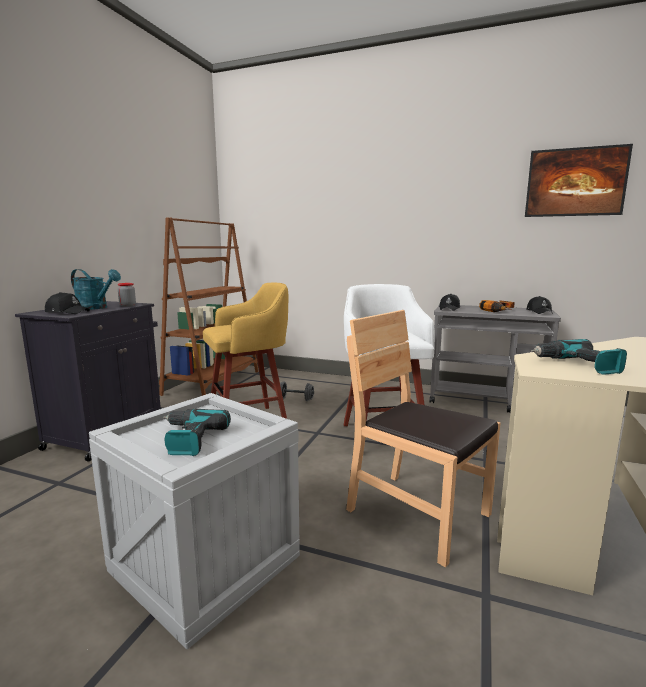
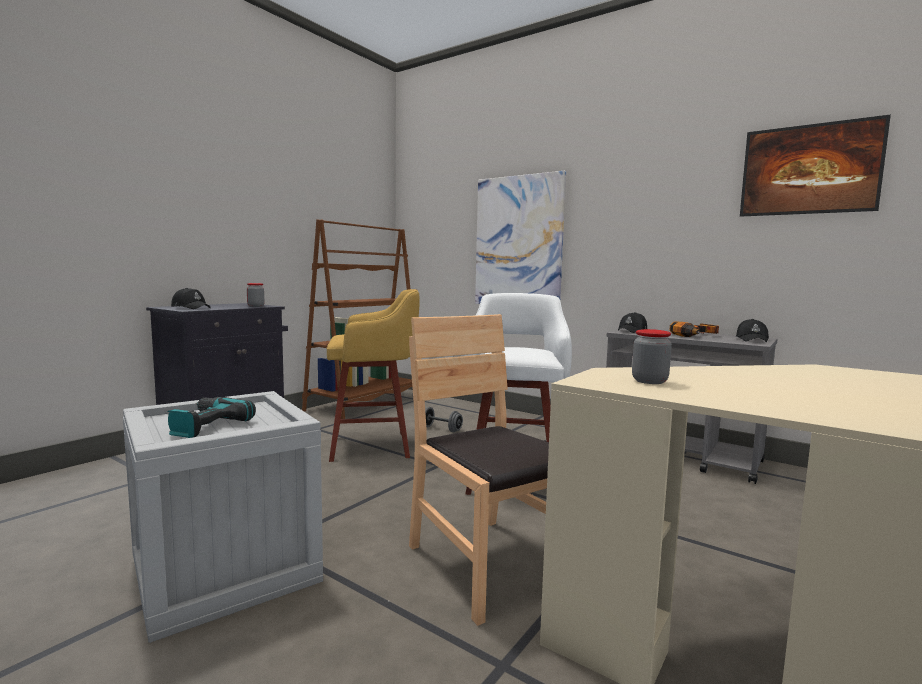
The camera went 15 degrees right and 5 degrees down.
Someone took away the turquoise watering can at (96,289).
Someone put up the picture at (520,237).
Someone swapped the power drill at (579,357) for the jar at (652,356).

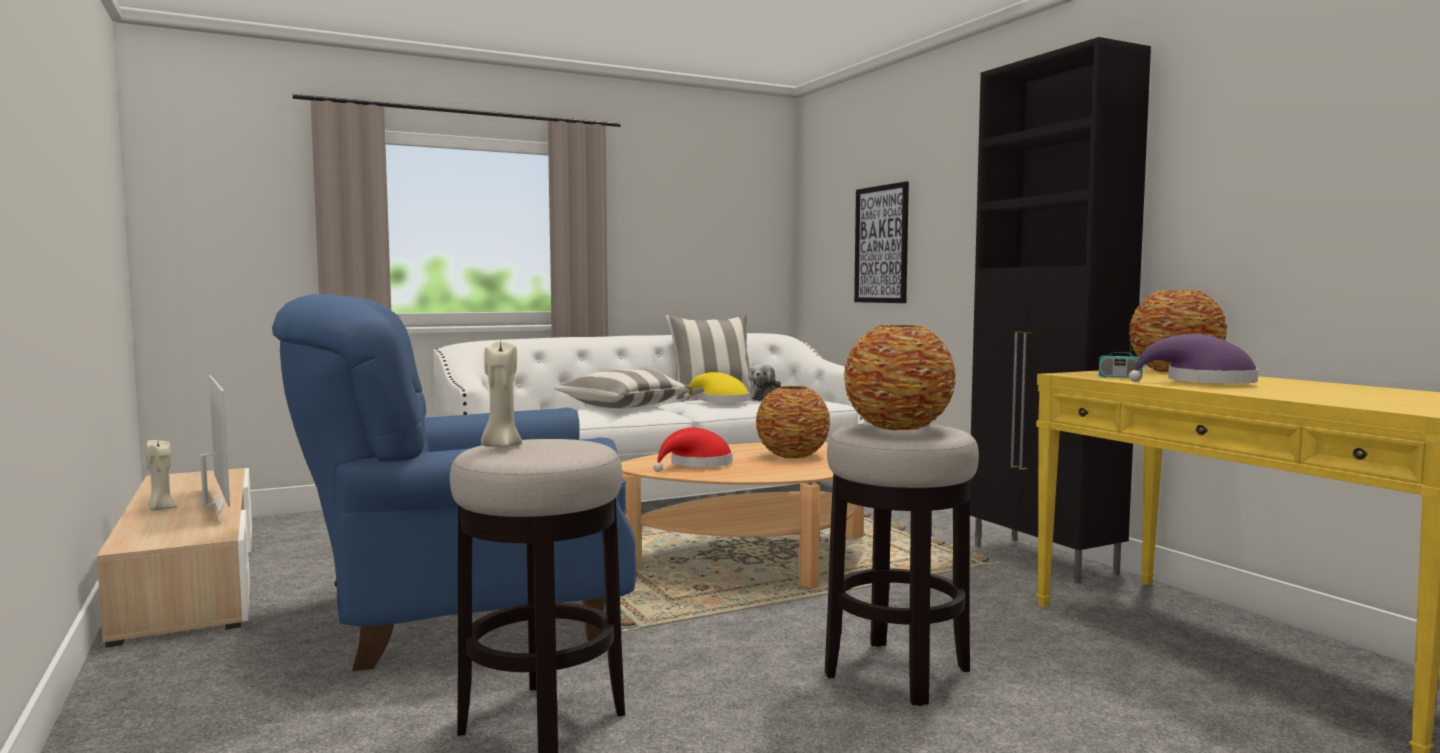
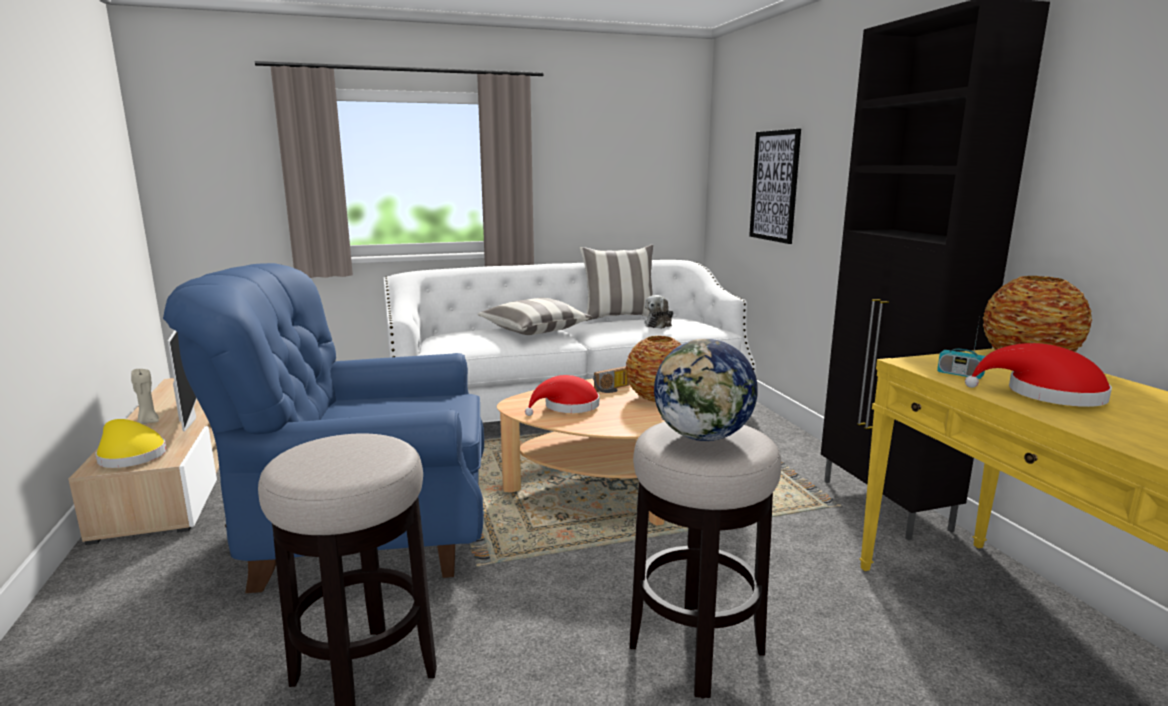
The camera went 10 degrees right and 10 degrees up.
Someone took away the beige candle at (501,393).
Someone put down the radio at (611,379).
Someone carried the yellow hat from (716,387) to (130,443).
Someone swapped the vase at (900,377) for the globe at (706,390).
Someone repainted the purple hat at (1194,359), which became the red hat at (1038,375).

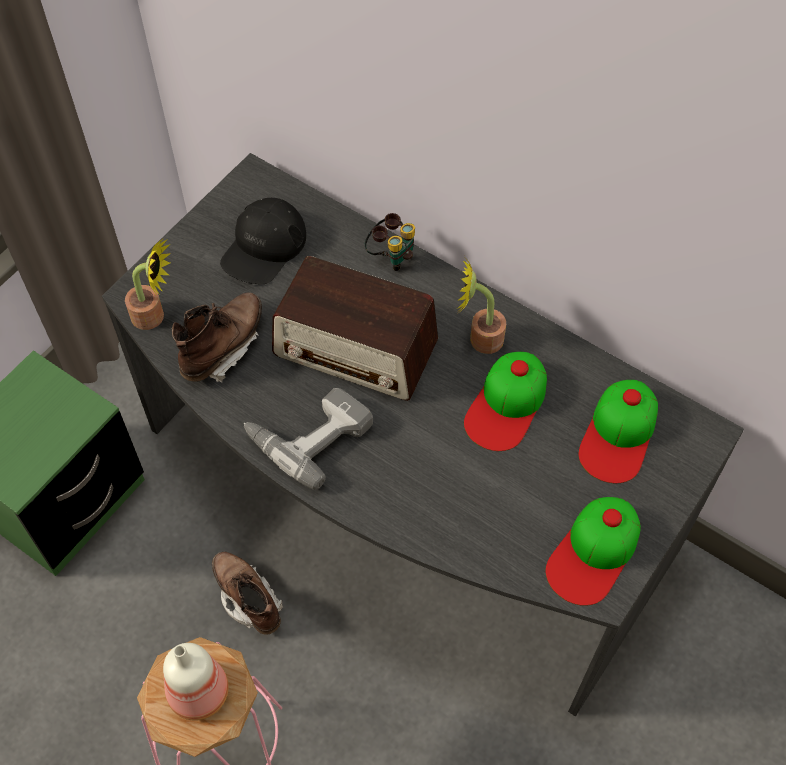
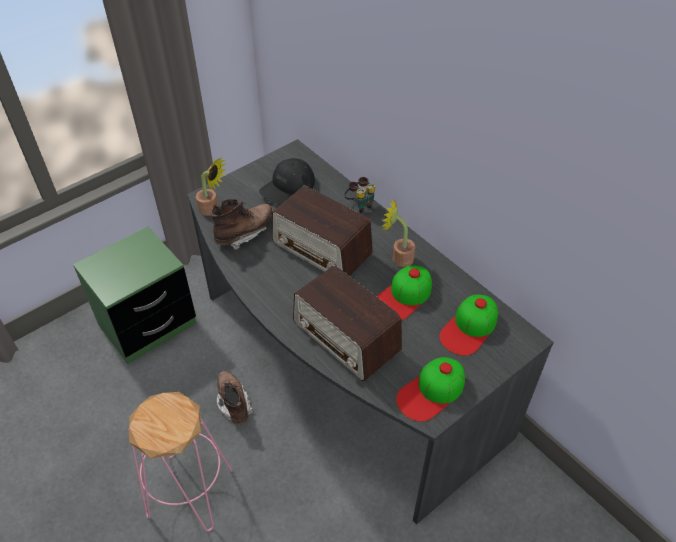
The camera went 15 degrees right and 10 degrees down.
Someone took away the bottle at (196,682).
Someone took away the power drill at (308,439).
Someone put down the radio at (347,323).

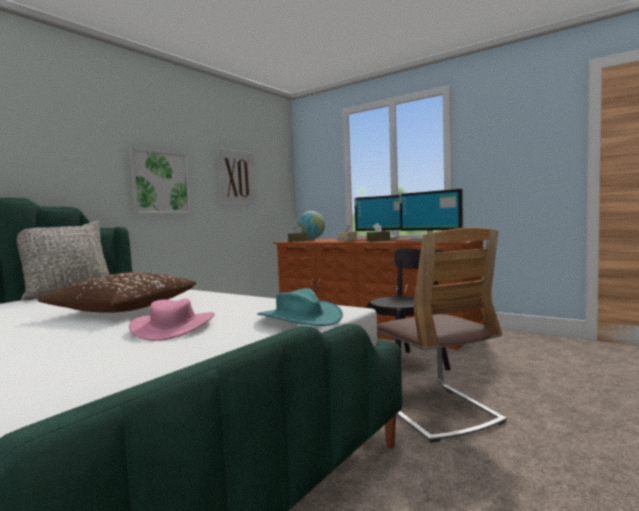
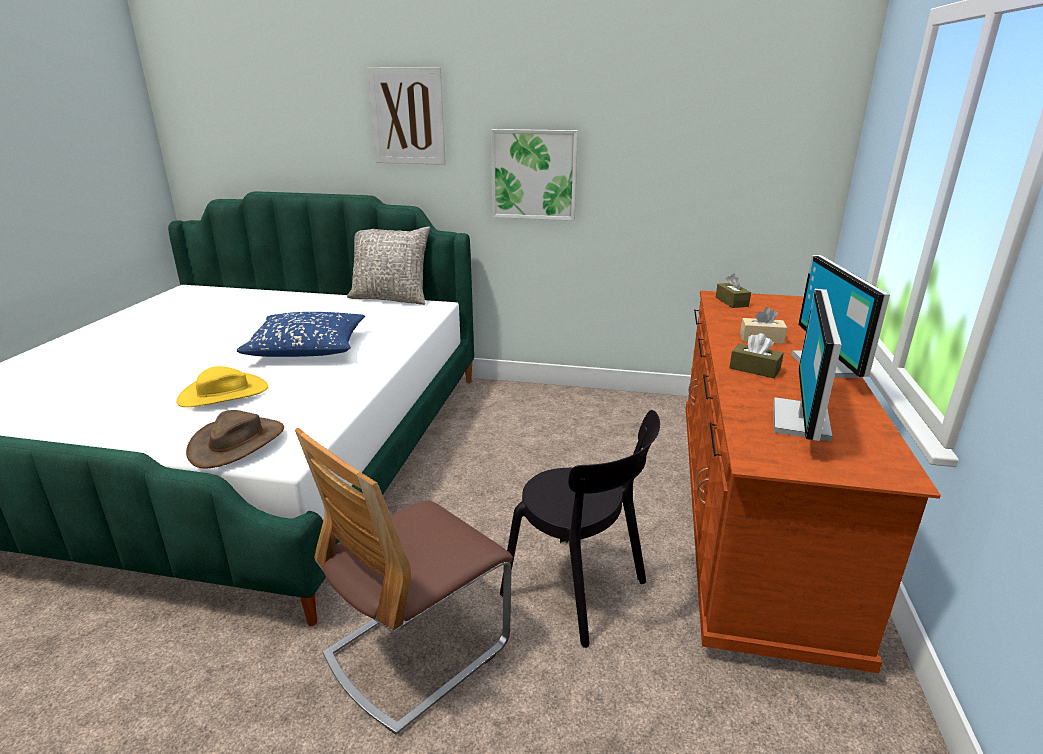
The camera went 65 degrees right and 20 degrees up.
Someone took away the globe at (311,225).
Someone carried the picture from (236,177) to (407,116).
Someone repainted the brown pillow at (116,292), which became the blue pillow at (300,334).
Someone repainted the pink hat at (172,319), which became the yellow hat at (222,386).
Someone repainted the turquoise hat at (300,307), which became the brown hat at (235,439).

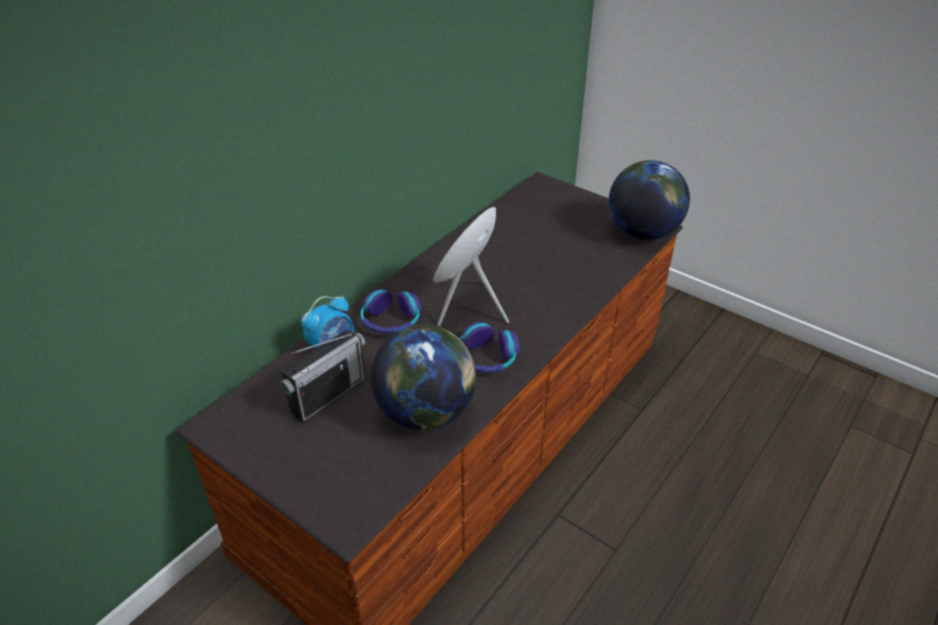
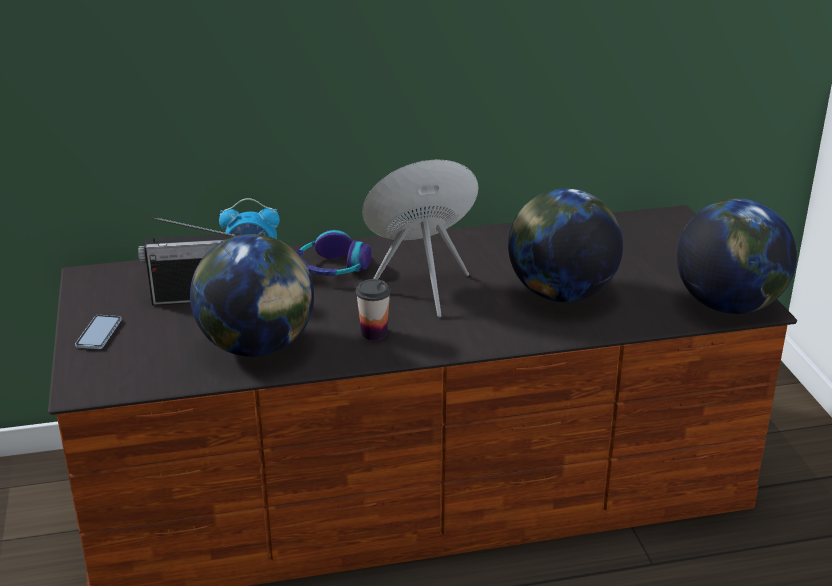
The camera went 40 degrees right and 10 degrees down.
Someone put down the phone at (98,332).
Someone put down the globe at (565,245).
Someone swapped the headphones at (489,347) for the cup at (373,310).

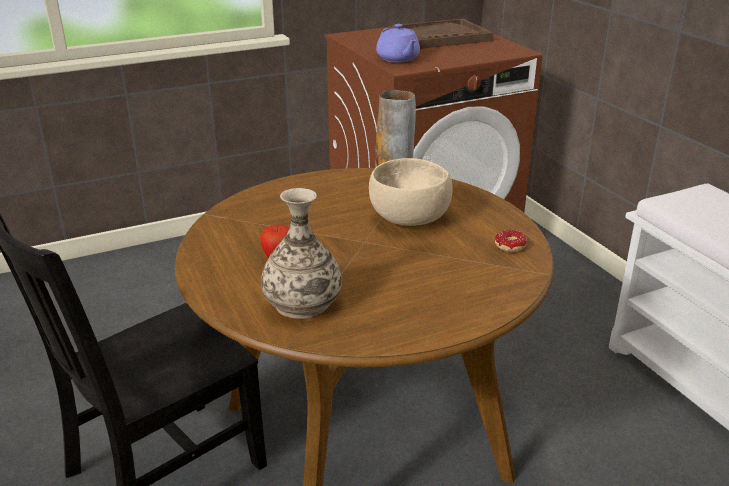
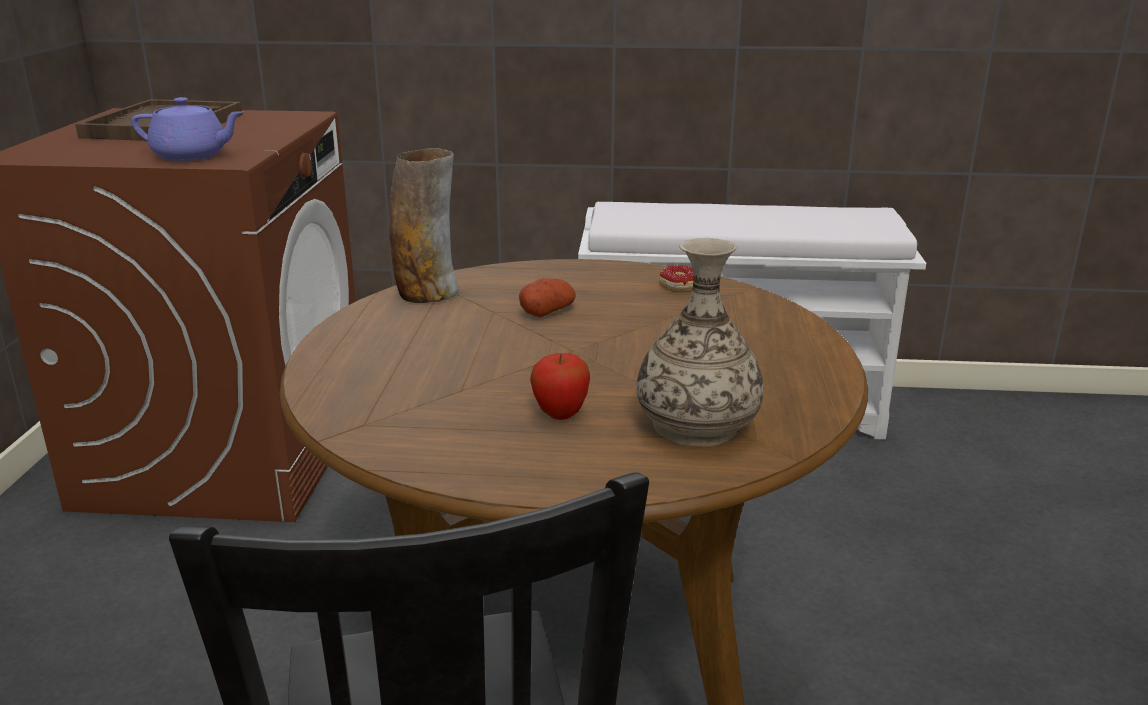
The camera went 60 degrees left and 5 degrees down.
Someone swapped the beige bowl at (411,192) for the potato at (547,297).

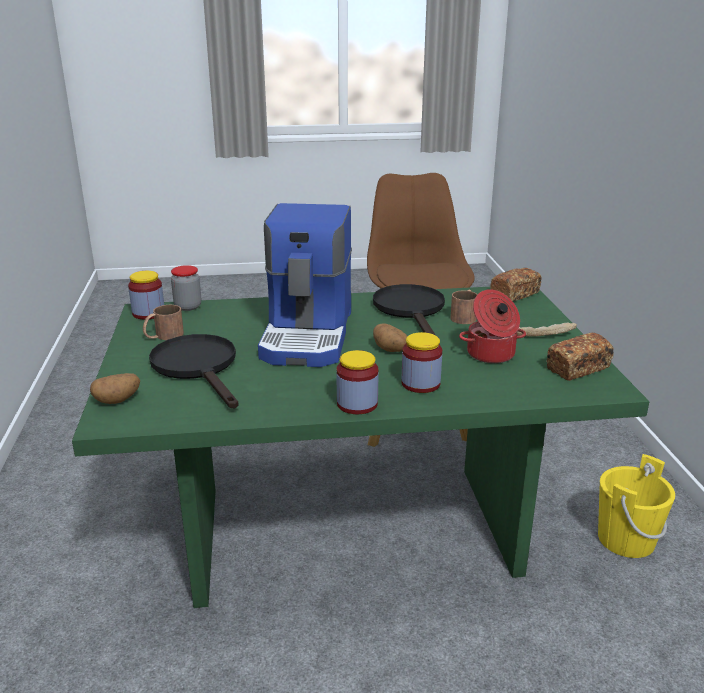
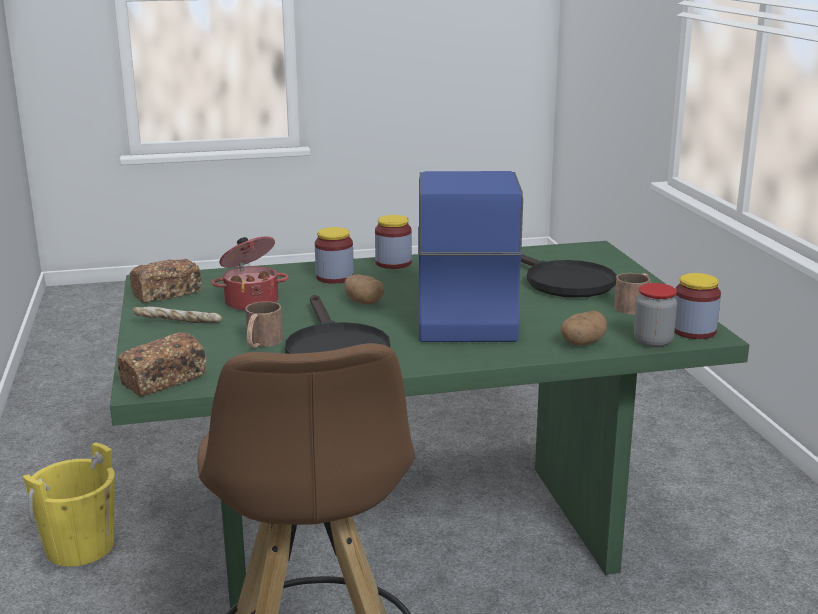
The camera went 175 degrees right and 5 degrees down.
Someone carried the potato from (115,388) to (584,328).

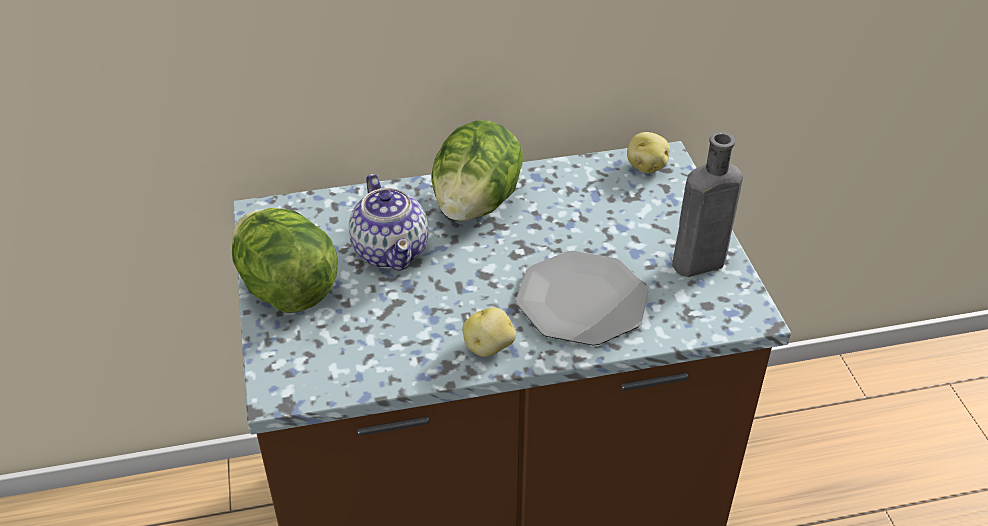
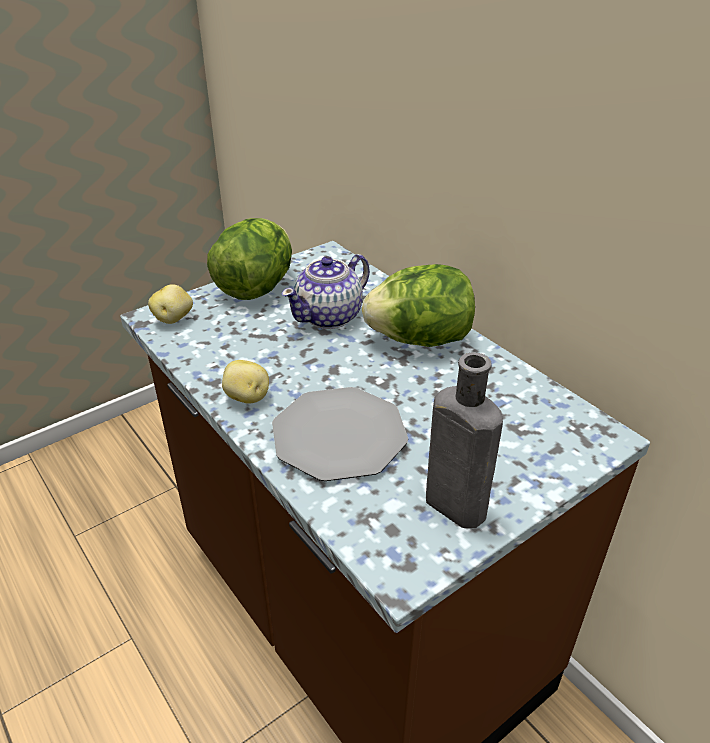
The camera went 65 degrees right and 5 degrees down.
Someone carried the potato from (648,152) to (170,304).

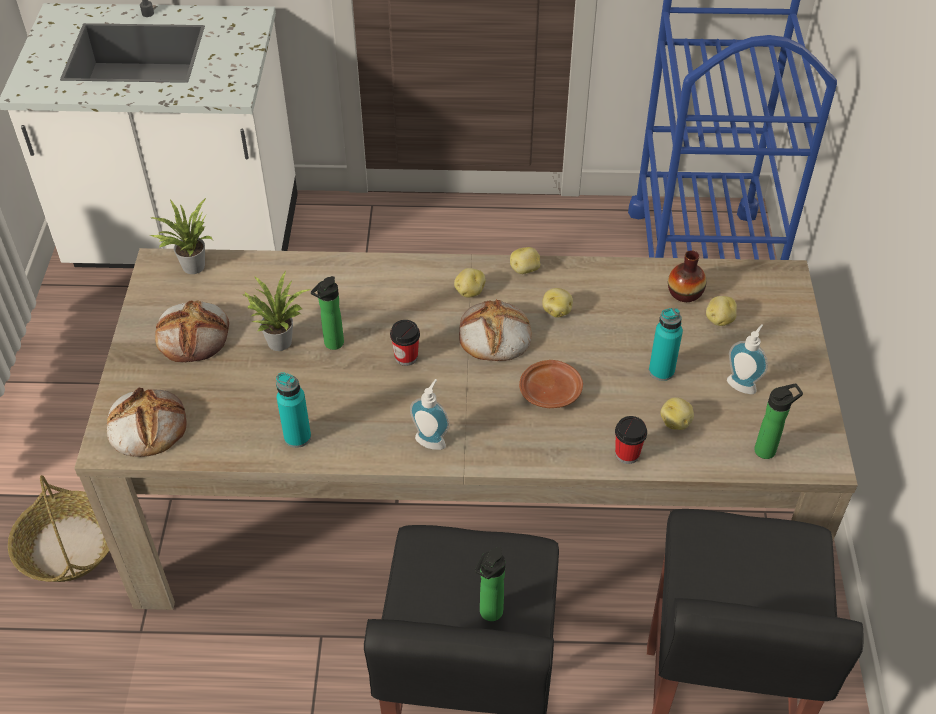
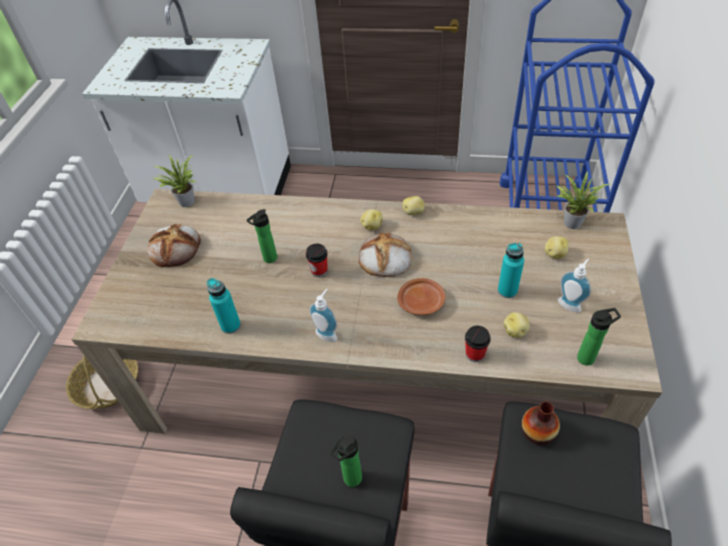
The camera went 10 degrees right and 0 degrees up.
Someone took away the bread at (147,422).
Someone took away the potato at (557,303).
Someone carried the potted plant from (276,311) to (583,200).
Someone carried the vase from (687,276) to (541,423).

